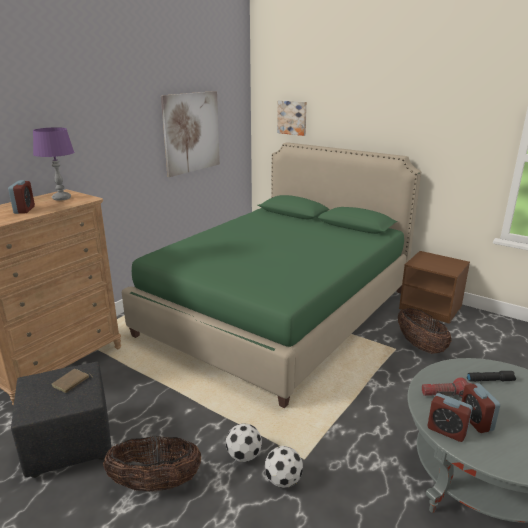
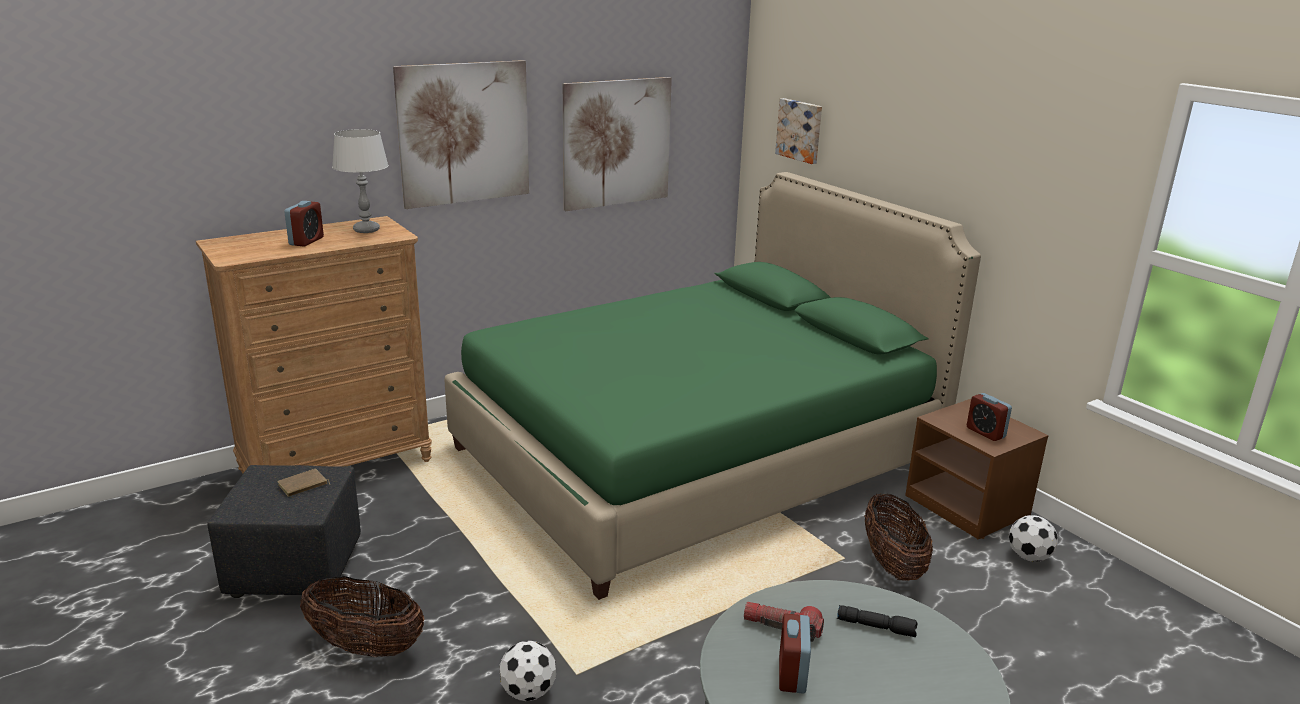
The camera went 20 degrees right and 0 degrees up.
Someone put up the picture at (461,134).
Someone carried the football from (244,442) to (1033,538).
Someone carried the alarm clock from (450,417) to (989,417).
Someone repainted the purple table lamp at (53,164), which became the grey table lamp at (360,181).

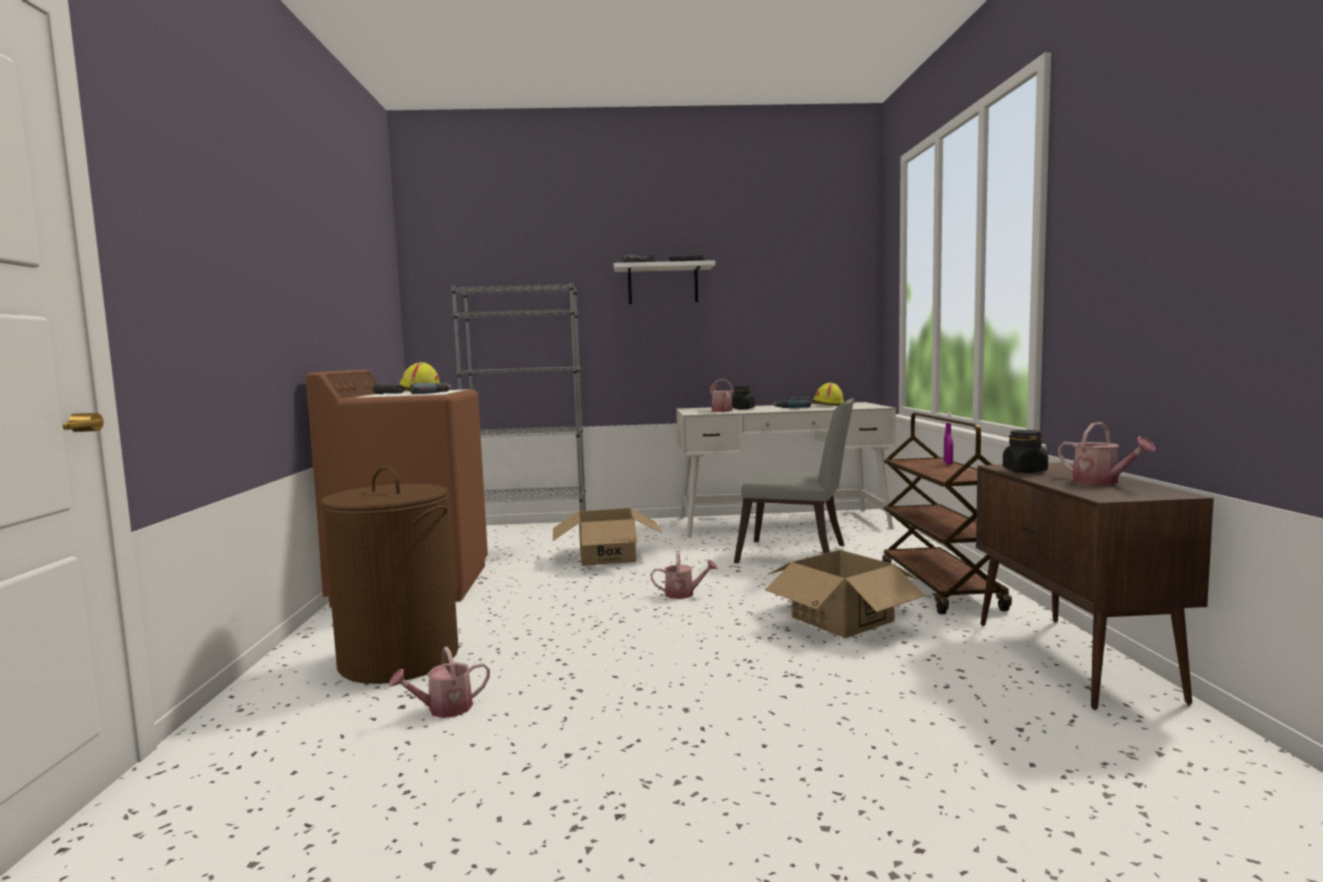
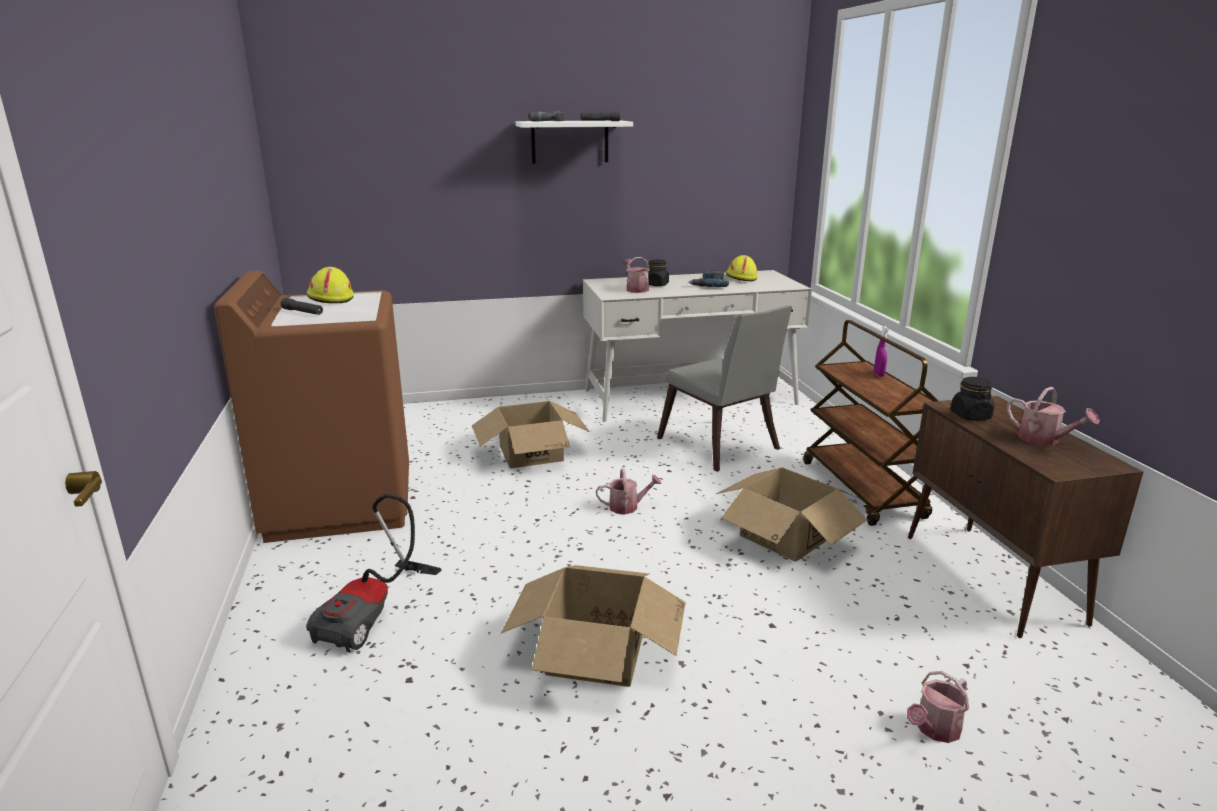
The camera went 10 degrees left and 15 degrees up.
Someone took away the power drill at (430,388).
Someone took away the grey bookcase at (518,397).
Someone put down the cardboard box at (593,626).
Someone carried the watering can from (439,682) to (938,707).
Someone swapped the brown laundry basket at (389,575) for the vacuum cleaner at (374,573).
Someone rotated the grey chair at (794,481) by 45 degrees clockwise.

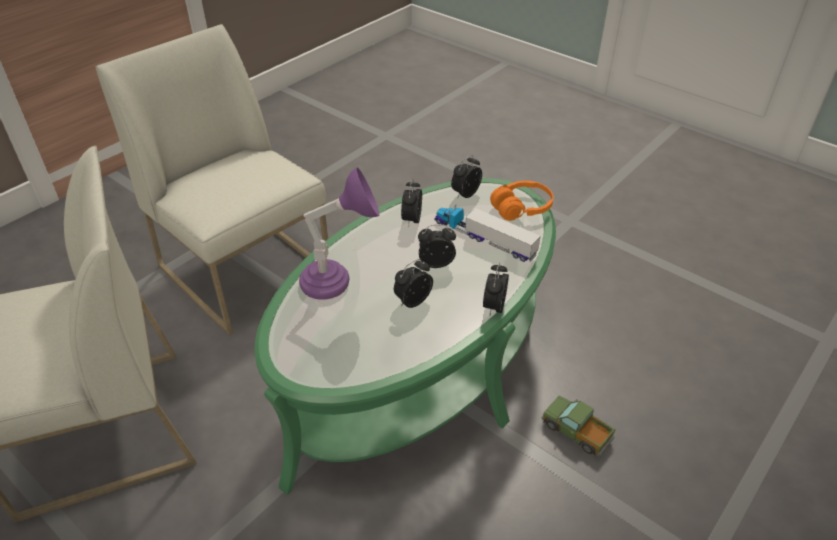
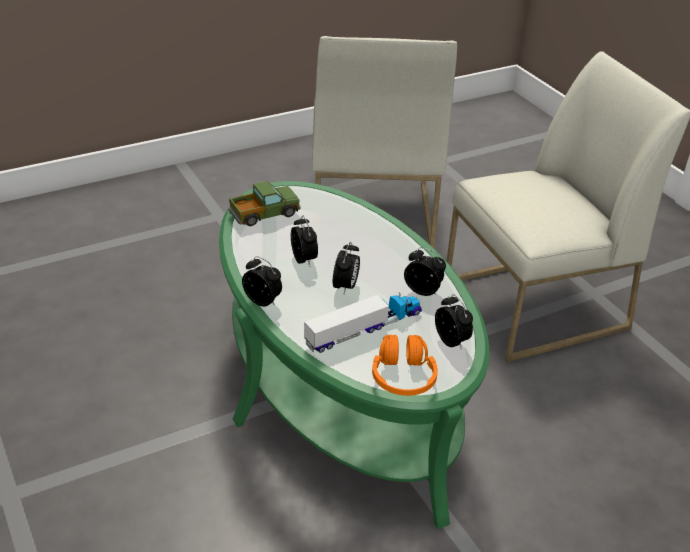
The camera went 110 degrees right and 5 degrees down.
Someone took away the purple table lamp at (339,233).
Someone carried the toy truck from (578,425) to (264,203).

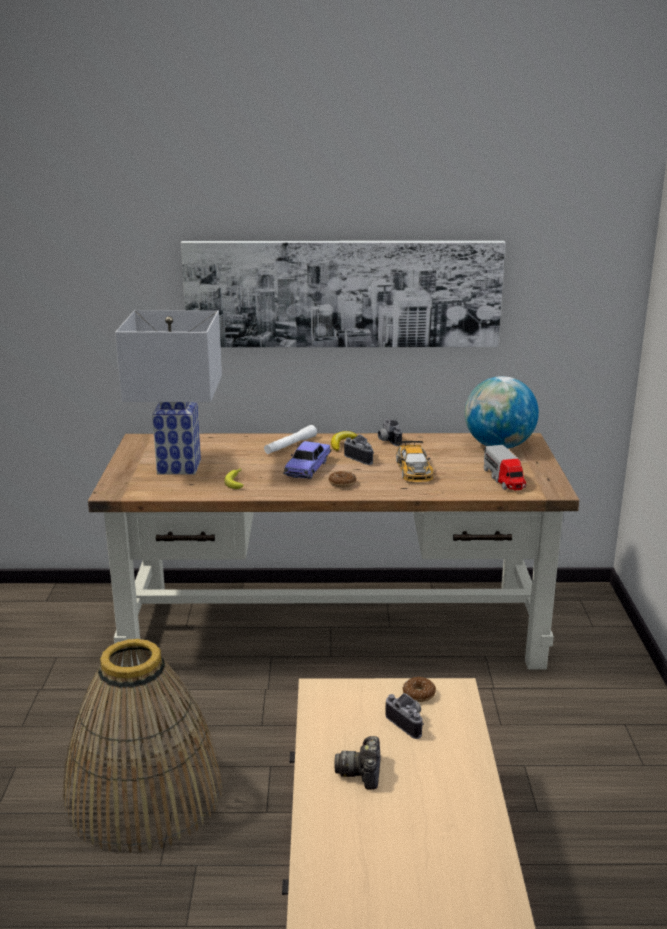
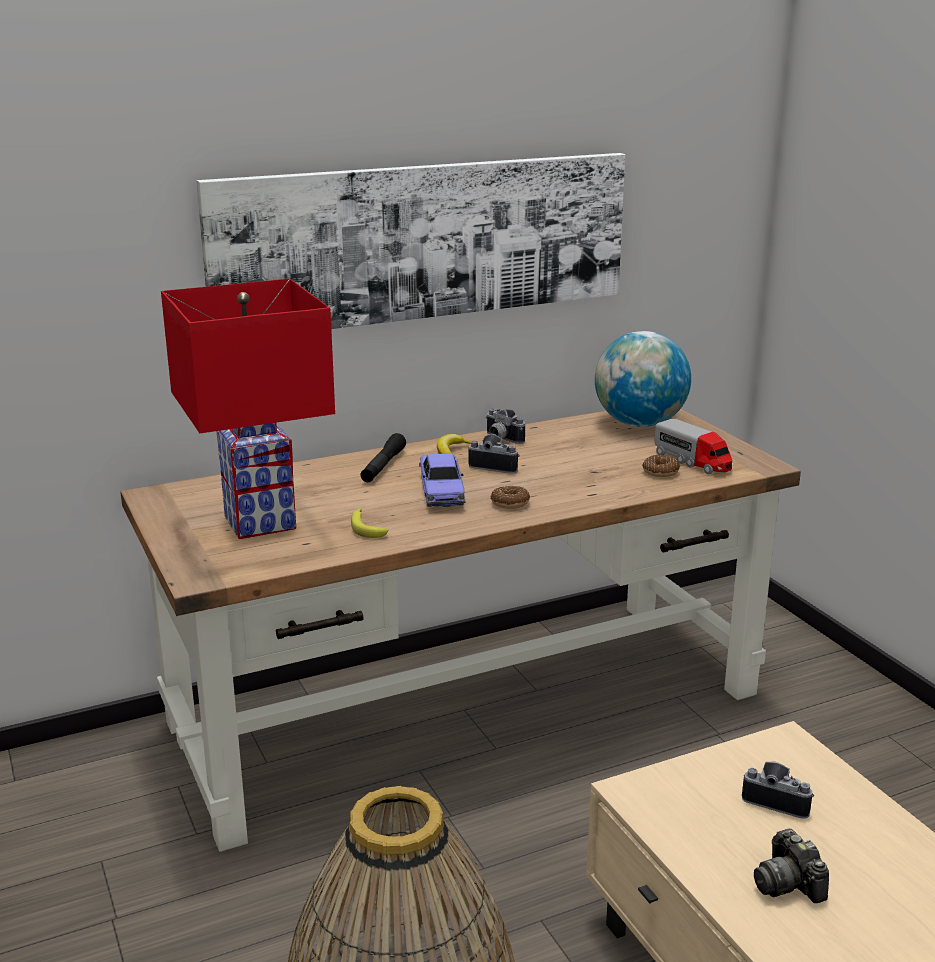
The camera went 25 degrees left and 0 degrees up.
Someone took away the toy car at (414,461).
Someone carried the donut from (419,689) to (661,466).
Someone repainted the white table lamp at (168,392), which became the red table lamp at (248,409).
Someone repainted the white flashlight at (290,439), which became the black flashlight at (383,457).

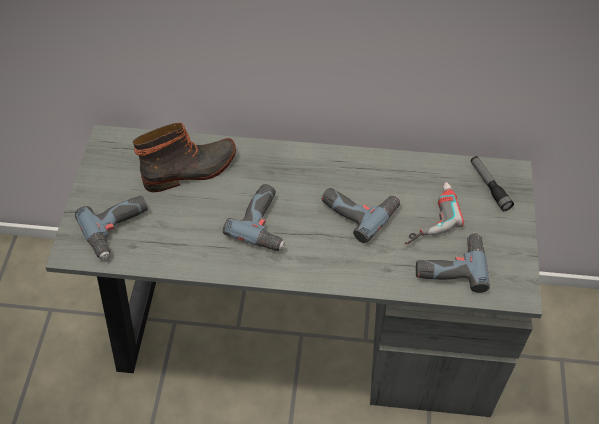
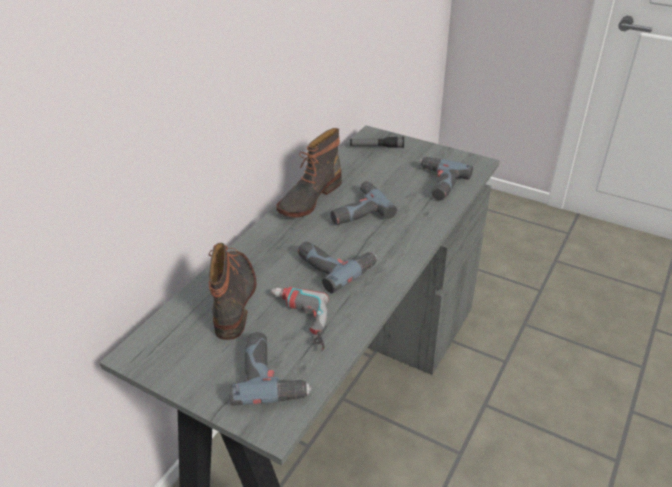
The camera went 65 degrees left and 15 degrees down.
Someone put down the boot at (309,172).
Someone carried the power drill from (434,213) to (300,319).

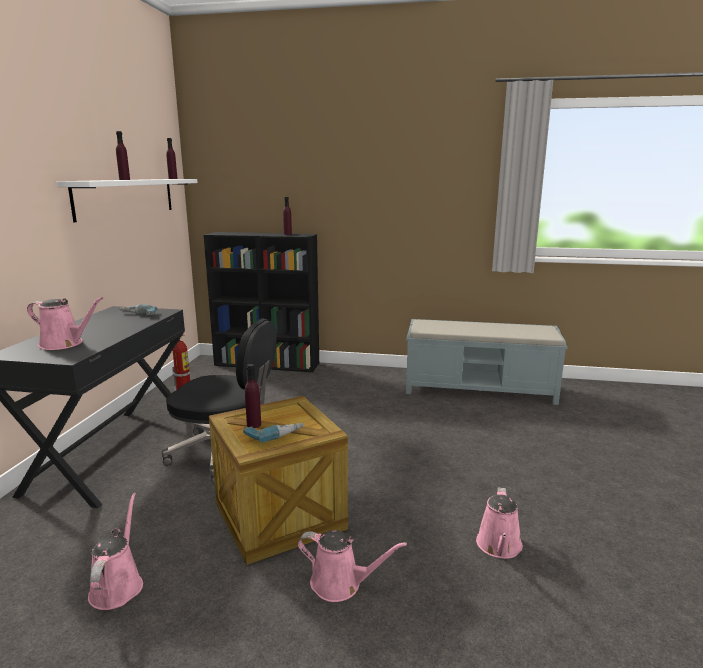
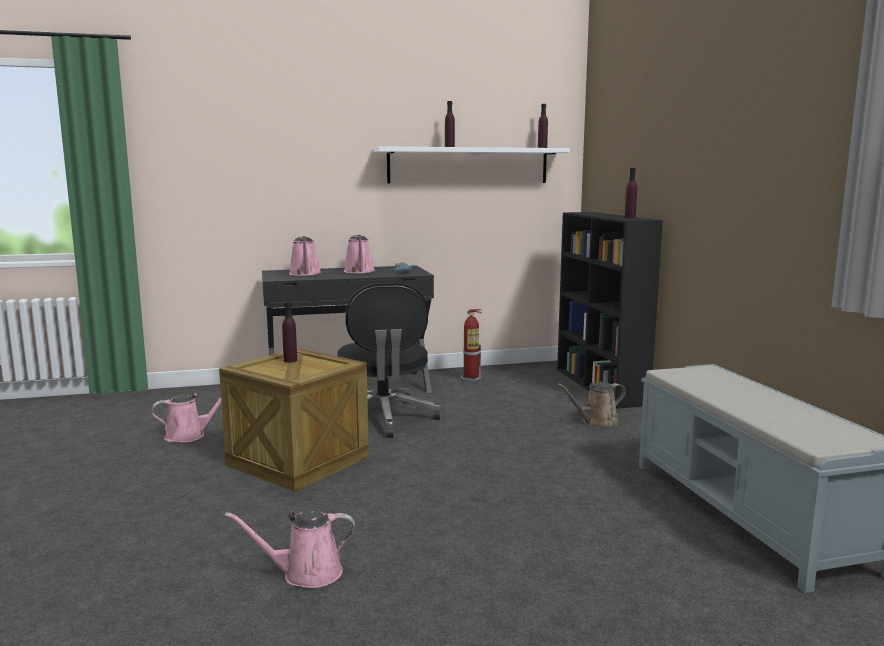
The camera went 65 degrees right and 5 degrees down.
Someone took away the power drill at (273,432).
Someone put down the brown watering can at (591,404).
Someone carried the pink watering can from (352,566) to (359,254).

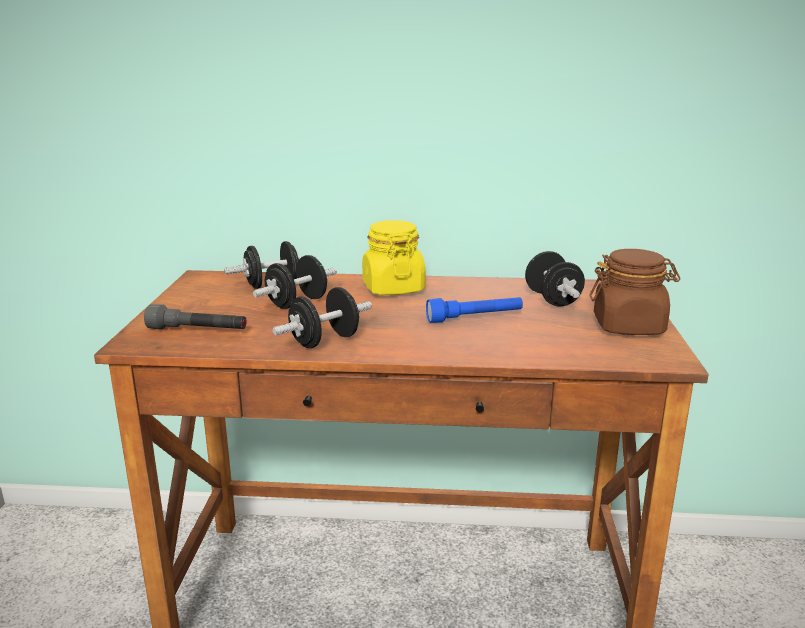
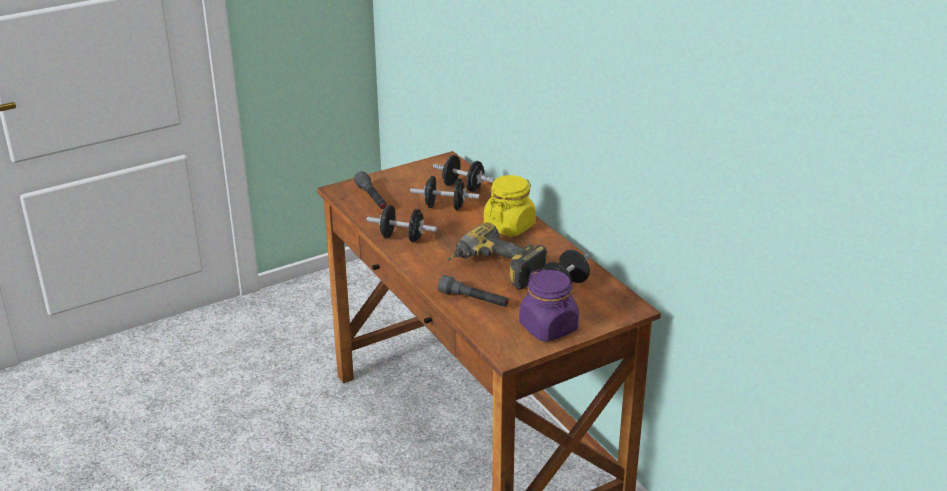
The camera went 55 degrees right and 10 degrees up.
Someone put down the grey flashlight at (473,291).
Someone swapped the blue flashlight at (474,310) for the power drill at (497,256).
Someone repainted the brown jar at (634,292), which became the purple jar at (549,305).

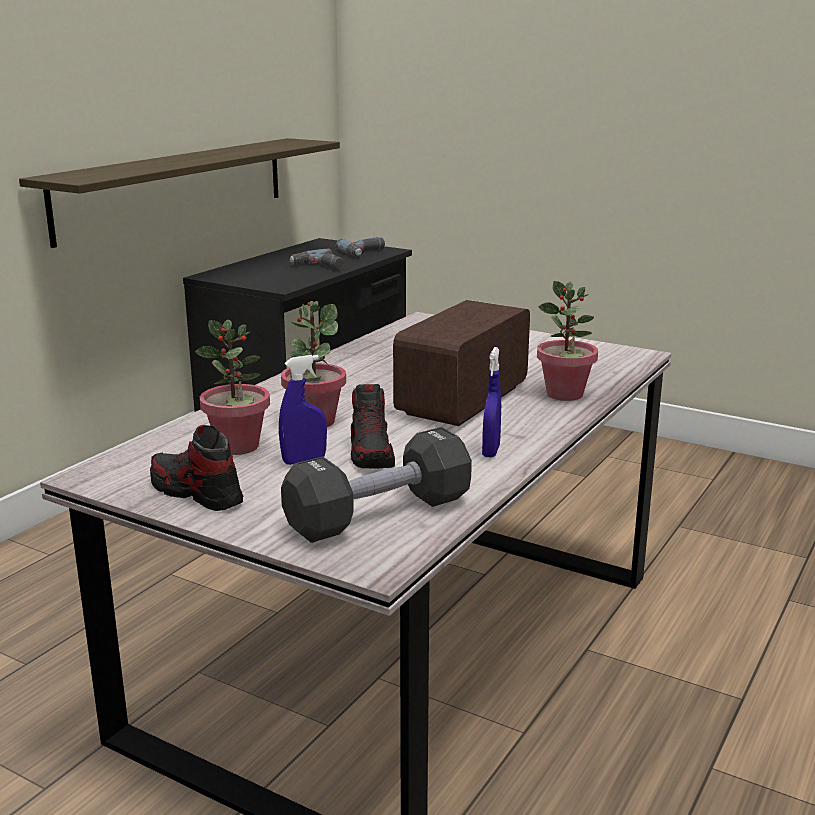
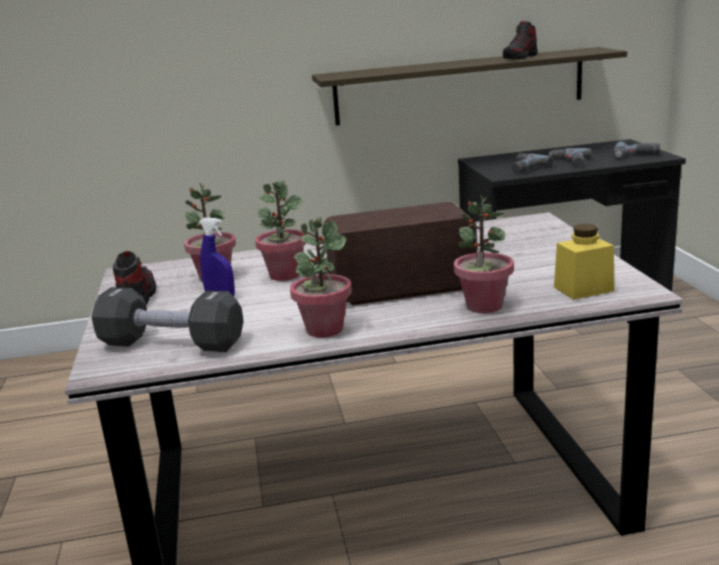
The camera went 50 degrees right and 0 degrees up.
Someone put down the power drill at (532,163).
Someone put down the yellow jar at (584,262).
Someone carried the shoe from (373,426) to (520,40).
Someone swapped the blue spray bottle at (491,402) for the potted plant at (321,277).

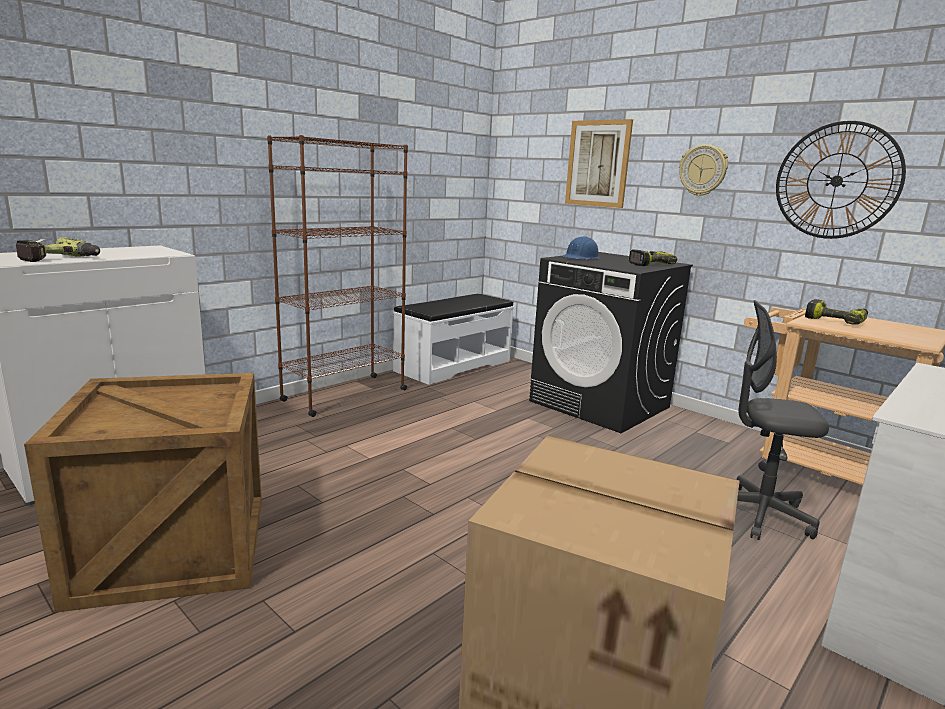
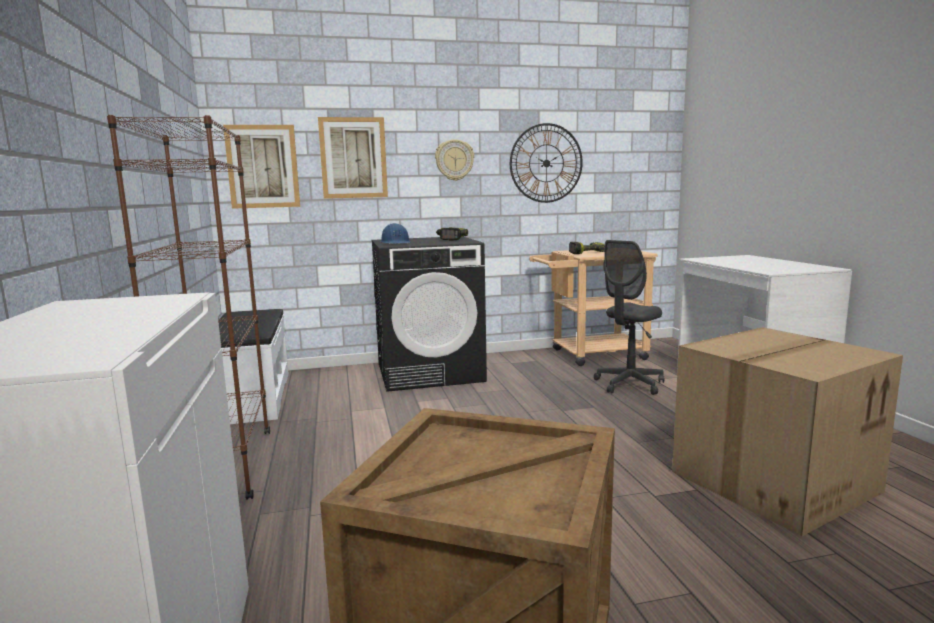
The camera went 55 degrees left and 5 degrees down.
Someone took away the power drill at (57,249).
Someone put up the picture at (261,167).

